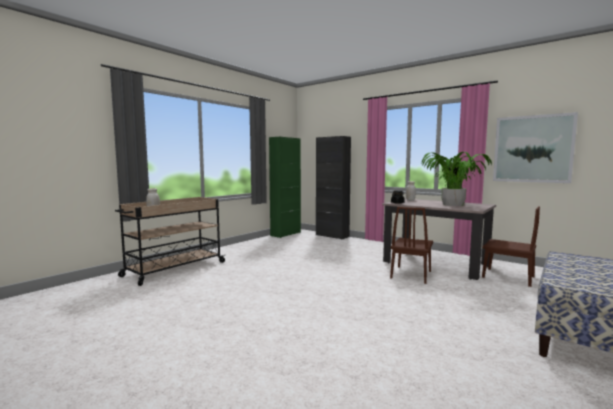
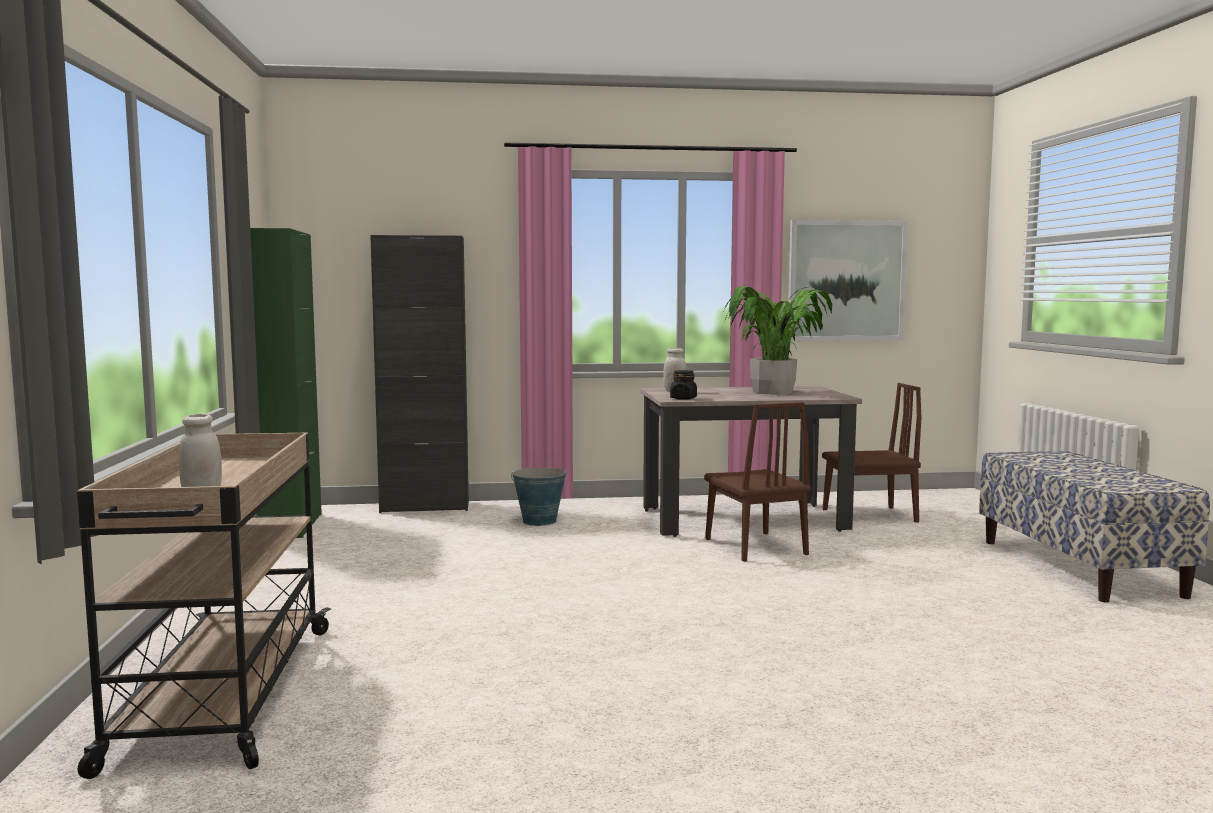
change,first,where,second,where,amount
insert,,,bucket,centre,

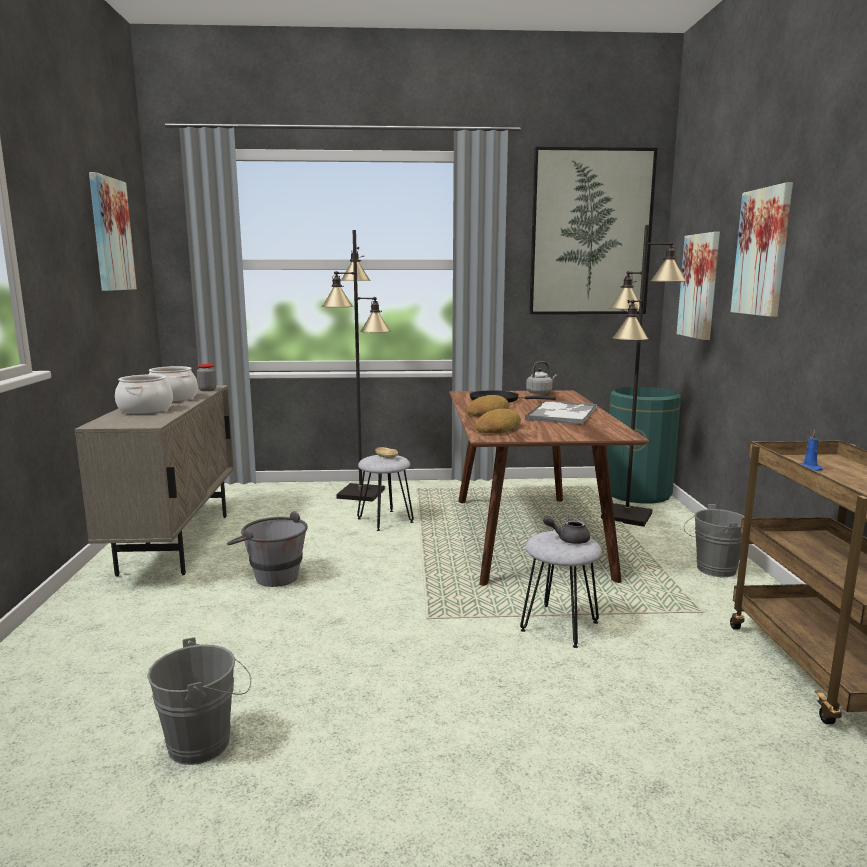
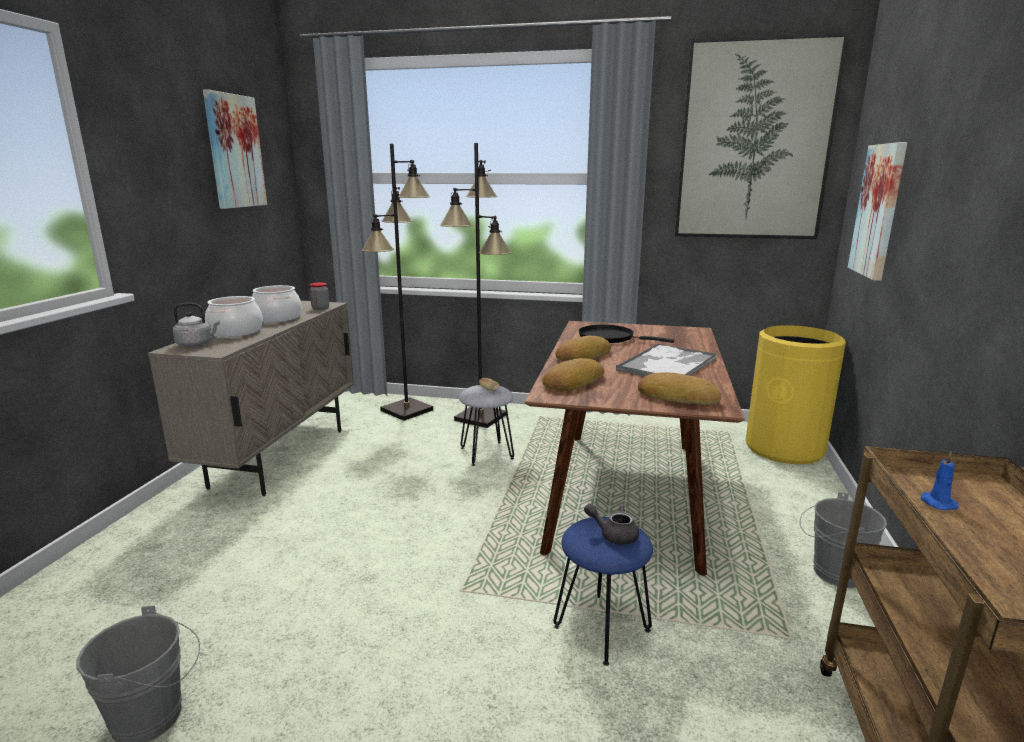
change,first,where,second,where,amount
move,gray tea kettle,centre,,middle left,
move,black-coloured standing lamp (2nd from left in the first image),middle right,black-coloured standing lamp (1st from left),centre,
recolor,gray stool (2nd from left),bottom centre,blue-coloured stool,bottom centre,
insert,,,baked bread (4th from left),centre,
recolor,greenish trash can,middle right,yellowish trash can,middle right,
delete,gray bucket (2nd from left),middle left,,,
delete,wall picture (4th from left),top right,,,

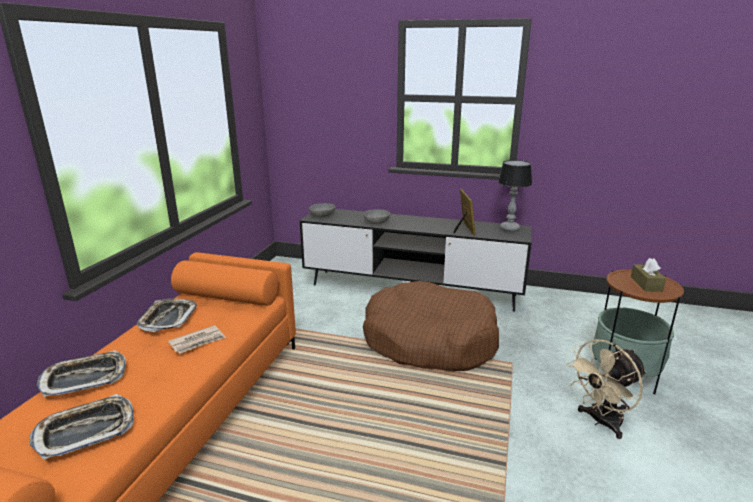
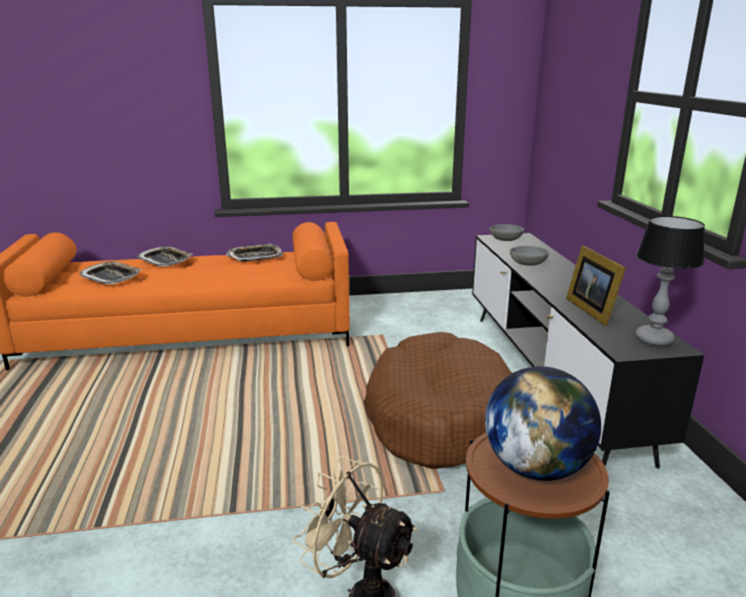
change,first,where,second,where,amount
replace,brown box of tissues,middle right,desk globe,bottom right,
rotate,picture frame,centre,,middle right,105 degrees clockwise
delete,printed paper,bottom left,,,

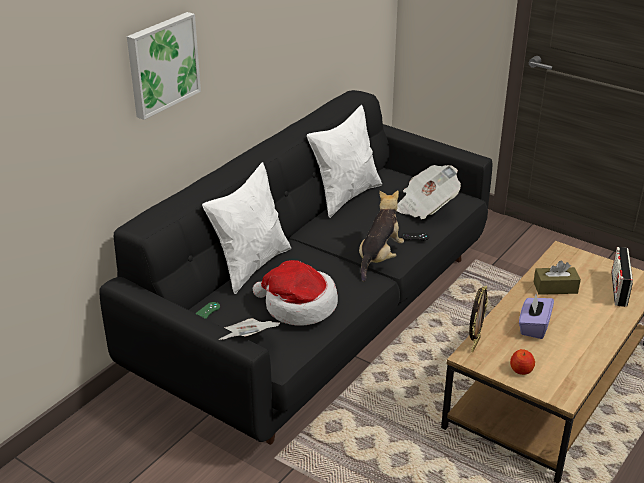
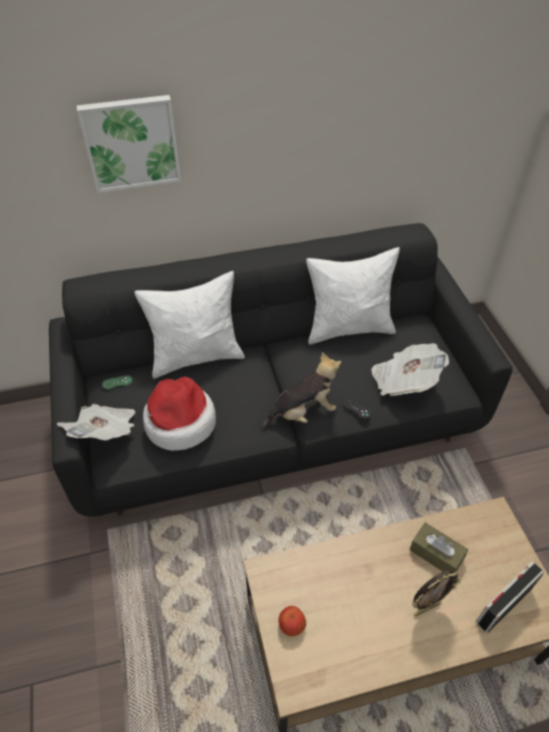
change,first,where,second,where,amount
move,picture frame,middle right,,bottom right,
delete,purplish box of tissues,middle right,,,

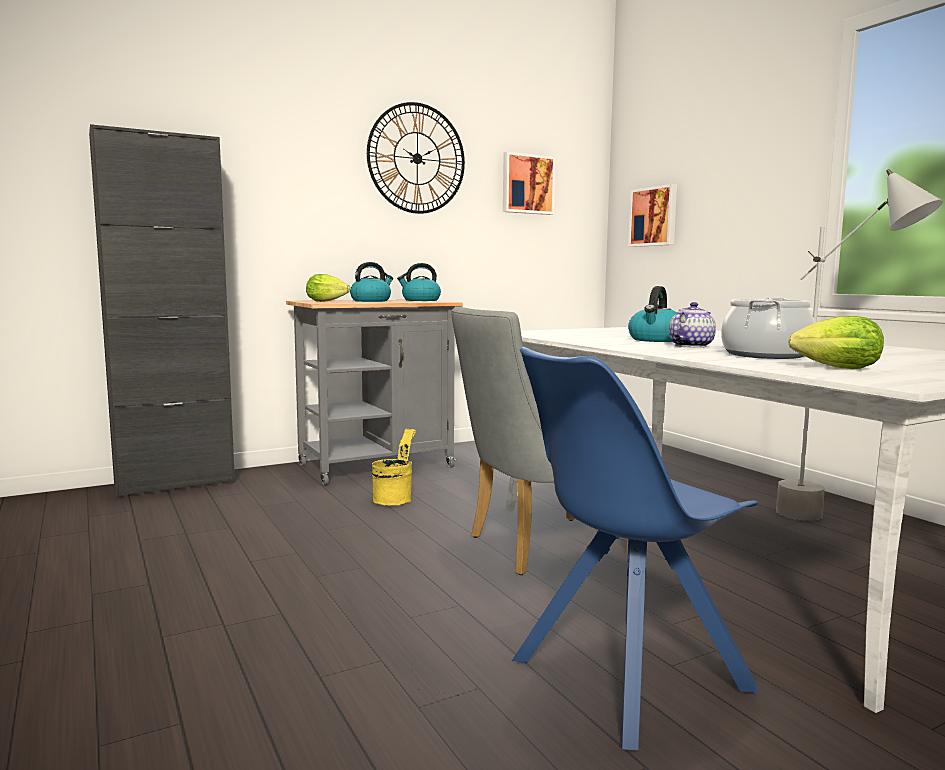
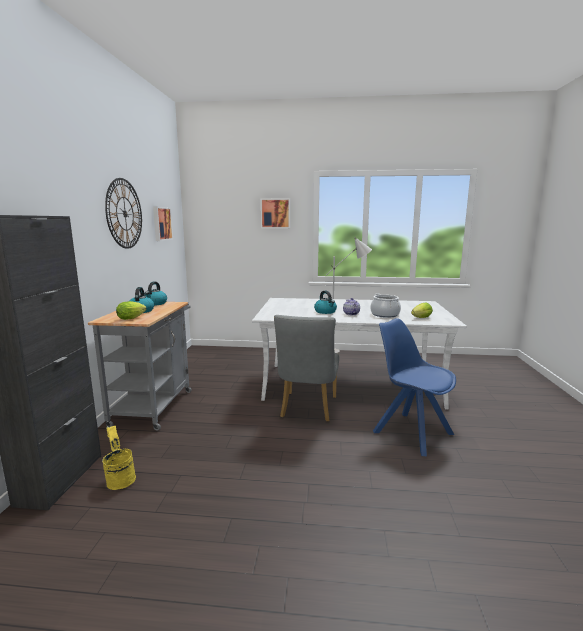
change,first,where,second,where,amount
move,yellowish bucket,centre,,bottom left,
move,wall picture (2nd from left),top right,,centre,
rotate,blue-coloured chair,bottom right,,middle right,135 degrees clockwise

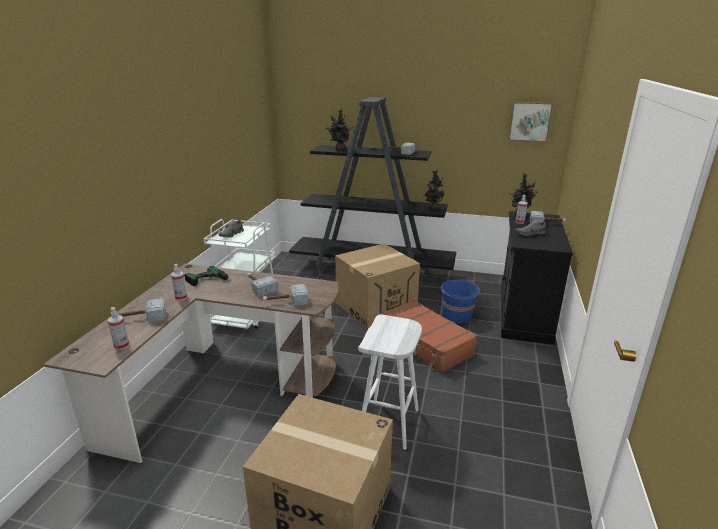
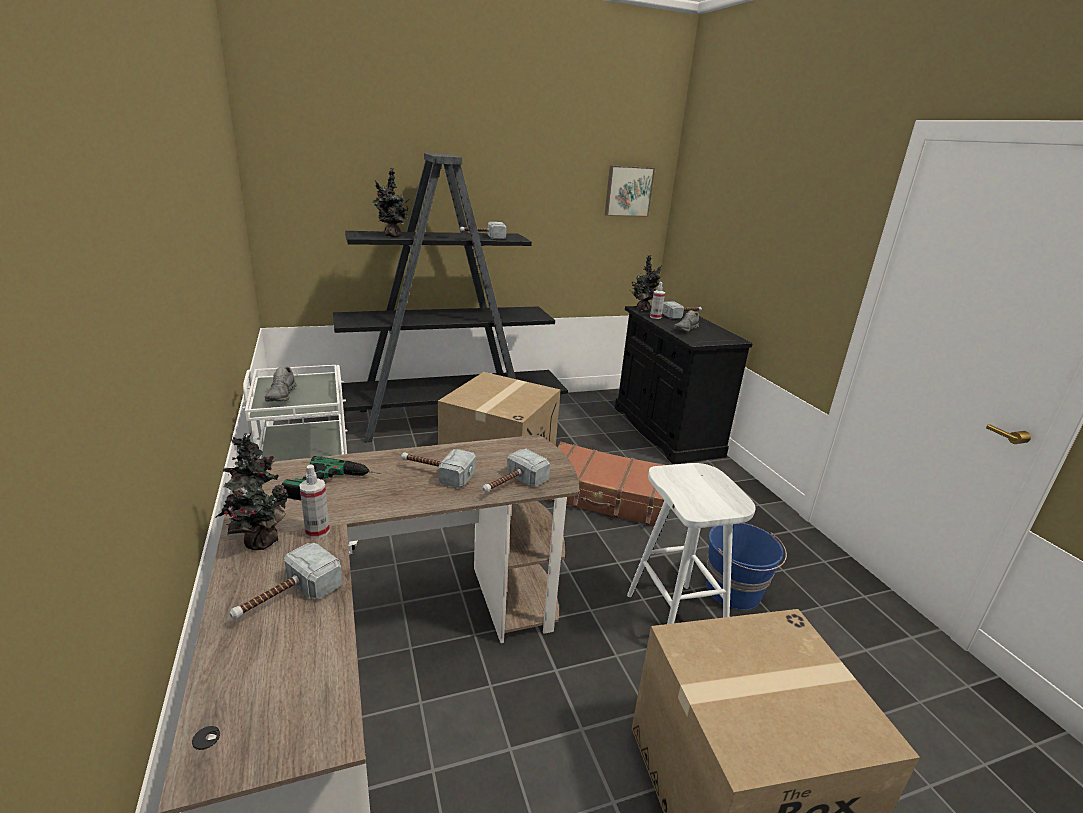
change,first,where,second,where,amount
move,potted plant (2nd from left in the first image),centre,potted plant (1st from left),middle left,
move,blue-coloured bucket,centre,,bottom right,
delete,hand sprayer (1st from left),middle left,,,

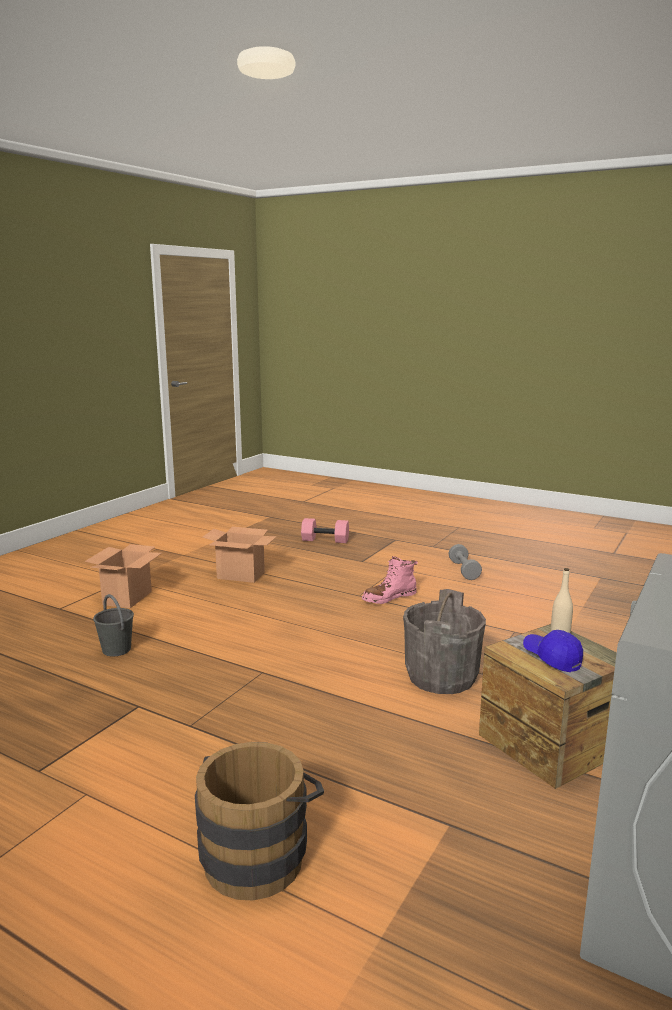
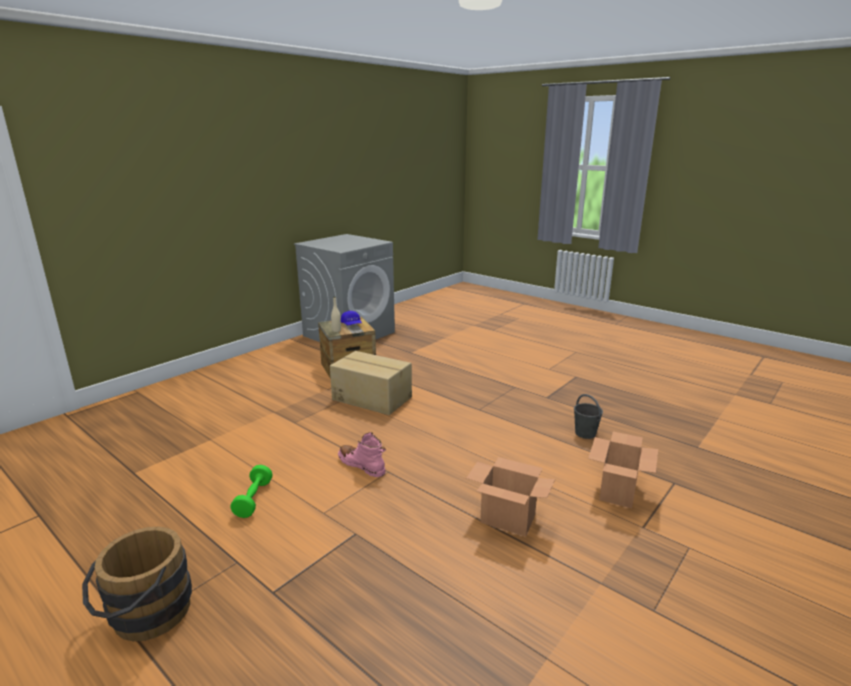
change,first,where,second,where,amount
move,brown bucket,bottom centre,,bottom left,
recolor,gray dumbbell,middle right,greenish dumbbell,bottom left,
replace,gray bucket (2nd from left),centre,carton (1st from left),centre,
rotate,pinkish tall boot,centre,,centre,120 degrees counterclockwise
delete,pinkish dumbbell,centre,,,

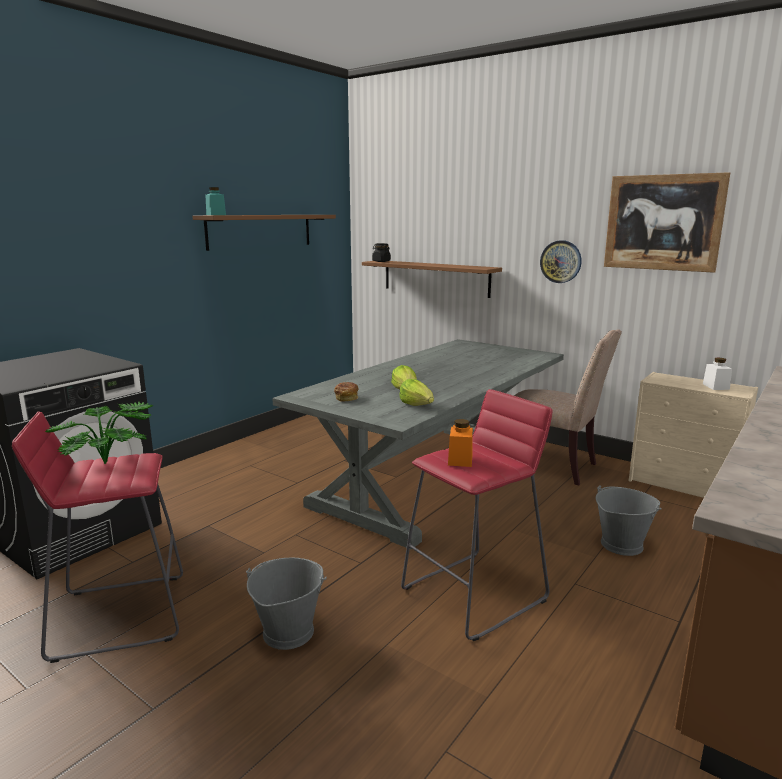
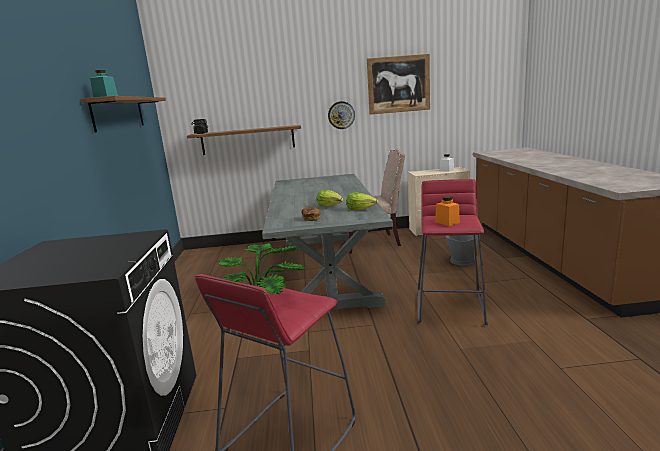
change,first,where,second,where,amount
delete,gray bucket (1st from left),bottom centre,,,

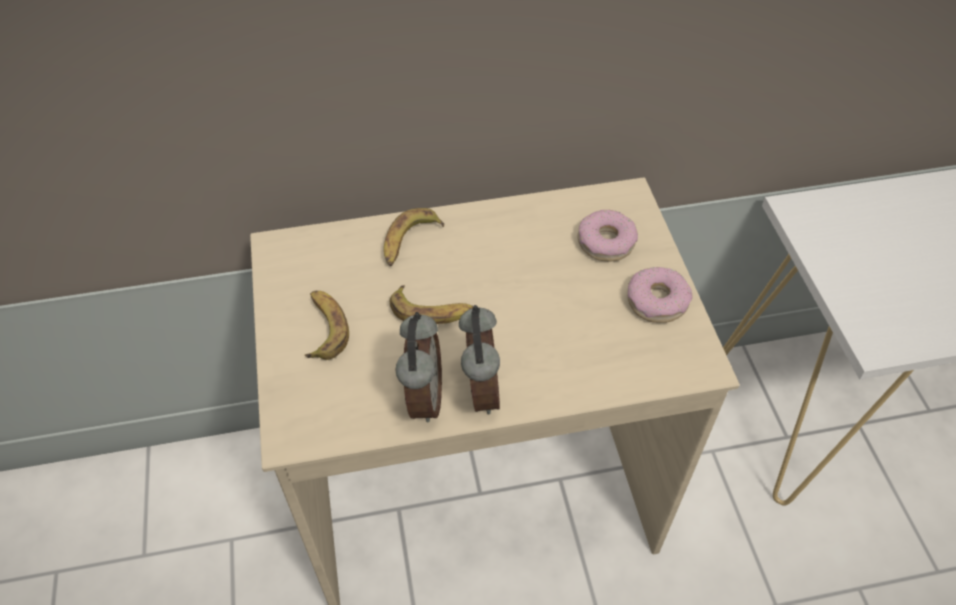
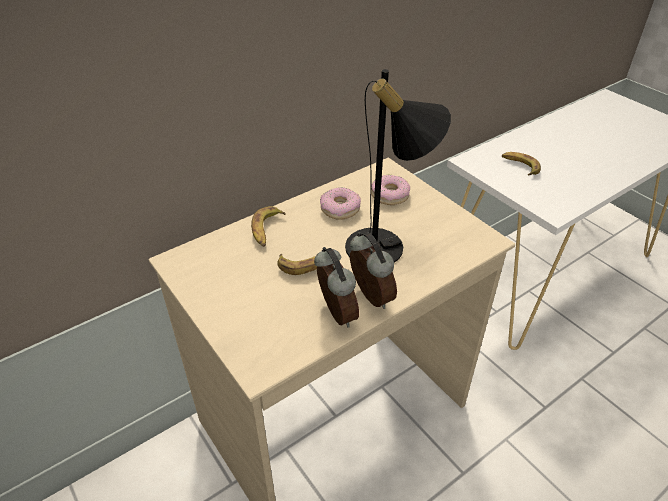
change,first,where,second,where,amount
move,ring doughnut (2nd from left in the first image),middle right,ring doughnut (1st from left),centre,
insert,,,black-coloured lamp for a table,top centre,
move,banana fruit (1st from left in the first image),centre,banana fruit (3rd from left),top right,

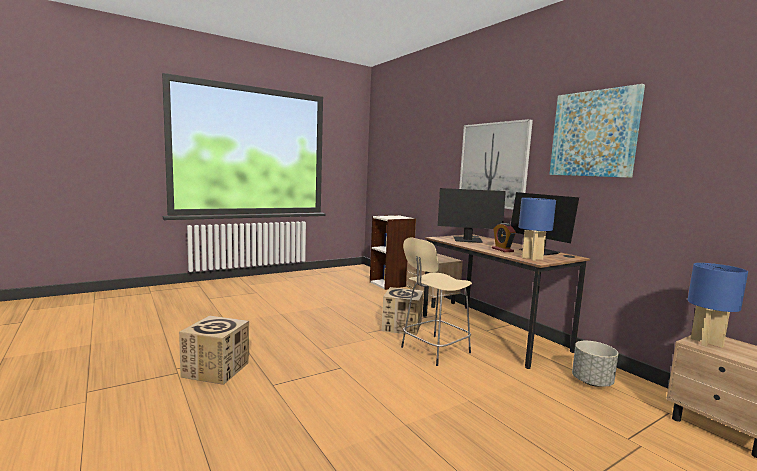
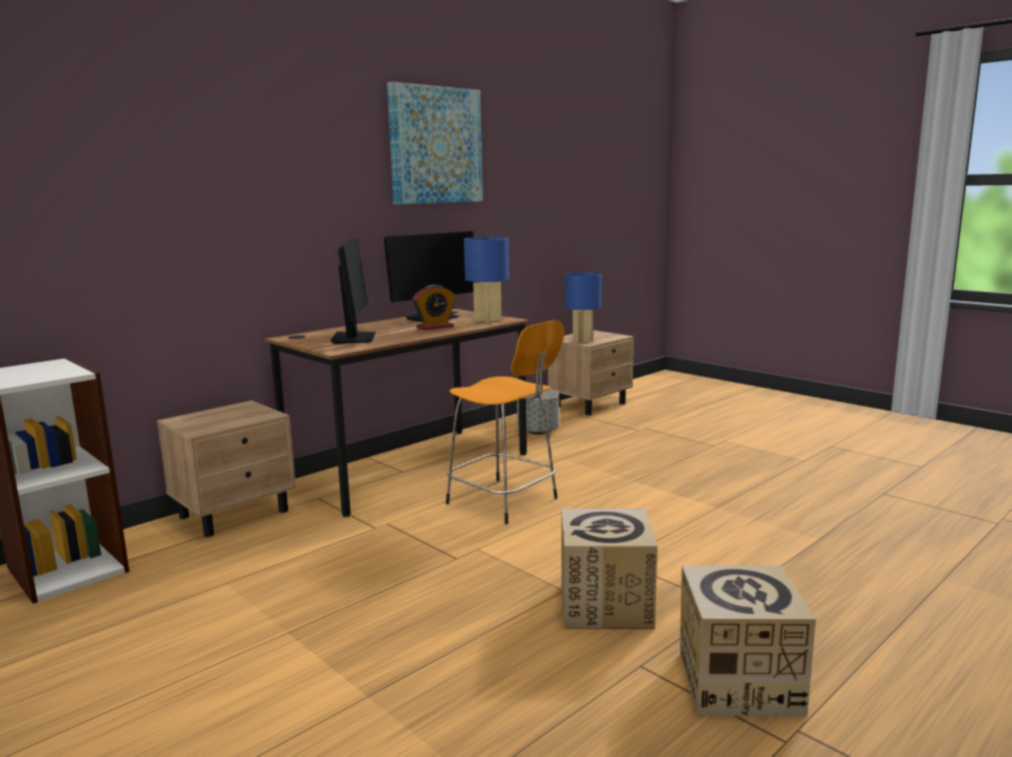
change,first,where,second,where,amount
recolor,beige stool,centre,orangey stool,centre,
move,carton (2nd from left in the first image),centre,carton (1st from left),bottom centre,
delete,wall picture (1st from left),centre,,,

